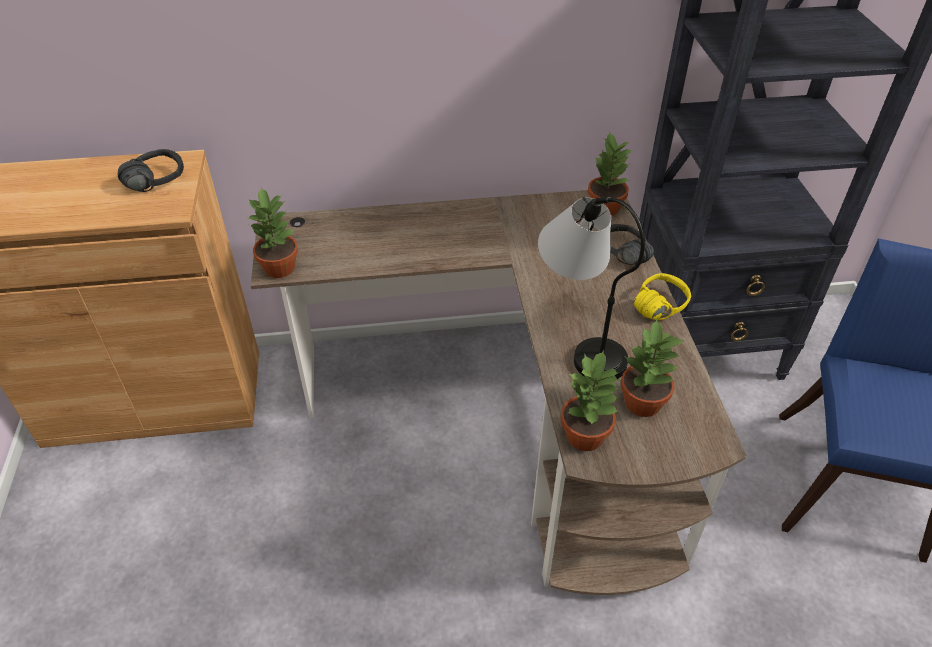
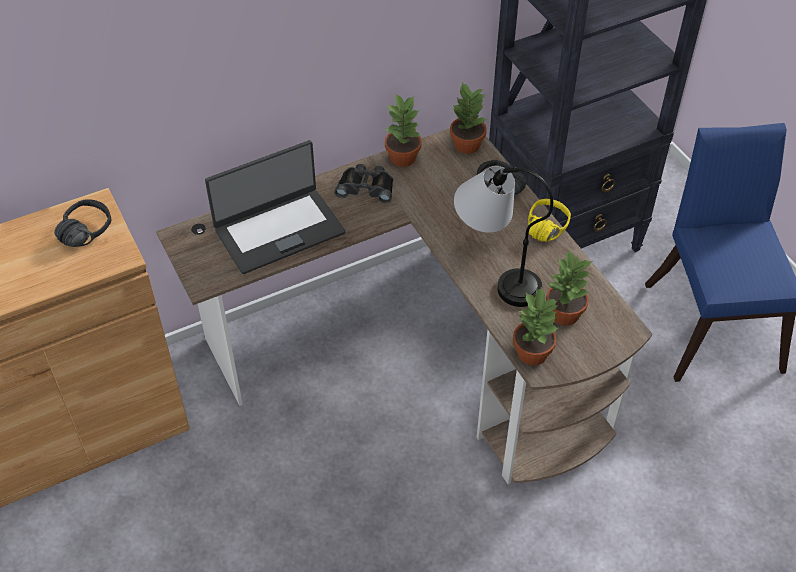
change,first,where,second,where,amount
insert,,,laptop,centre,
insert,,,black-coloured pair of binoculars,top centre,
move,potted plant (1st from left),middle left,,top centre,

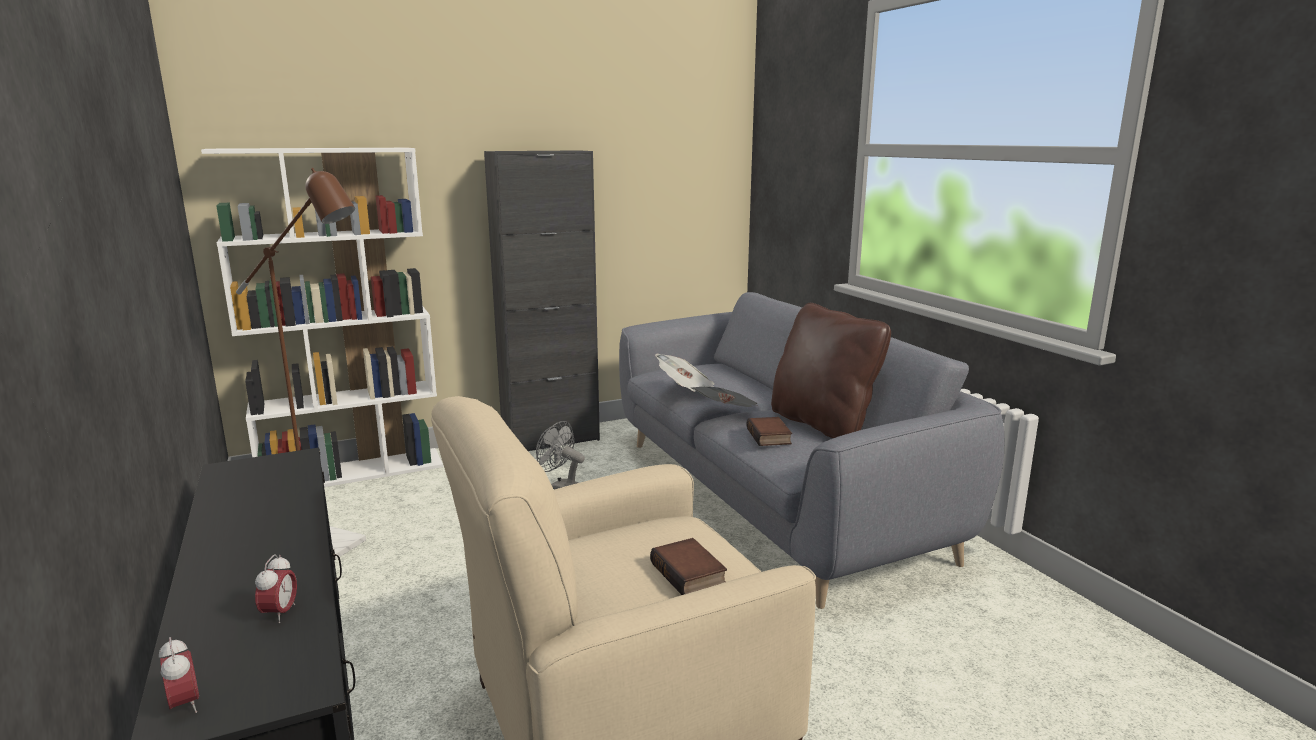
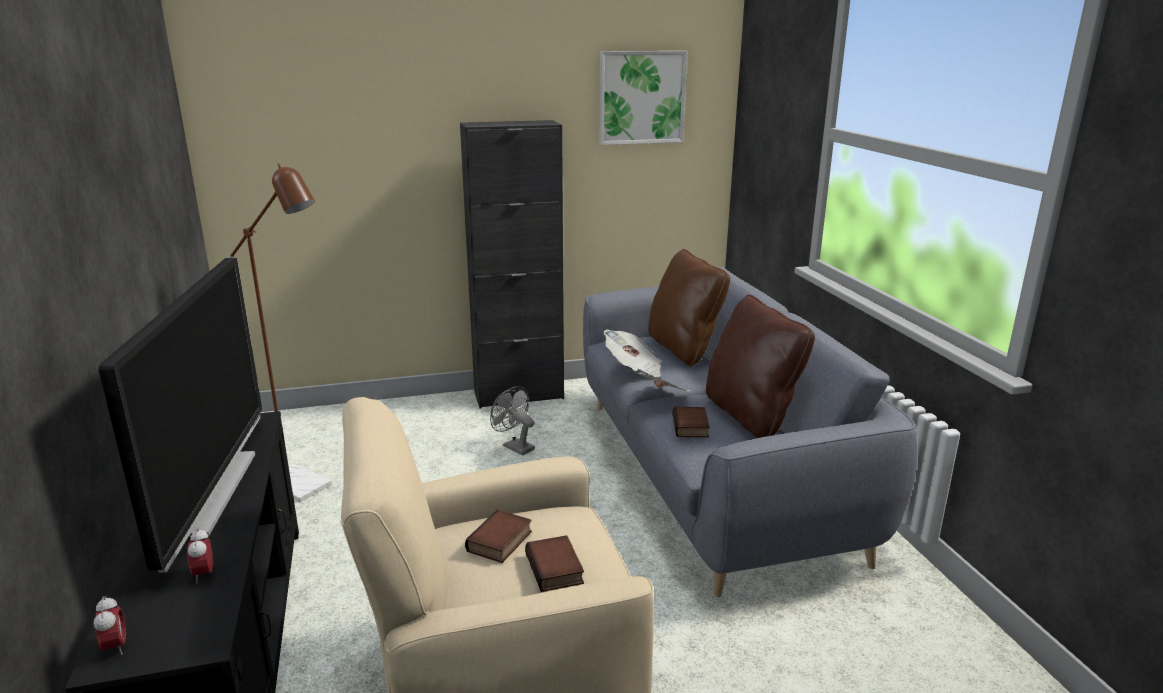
change,first,where,second,where,amount
insert,,,TV set,middle left,
rotate,bedside clock (2nd from left),bottom left,,bottom left,150 degrees clockwise
insert,,,book (1st from left),bottom centre,
insert,,,wall picture,top centre,
insert,,,brown throw pillow (1st from left),centre,
delete,whitish bookcase,middle left,,,

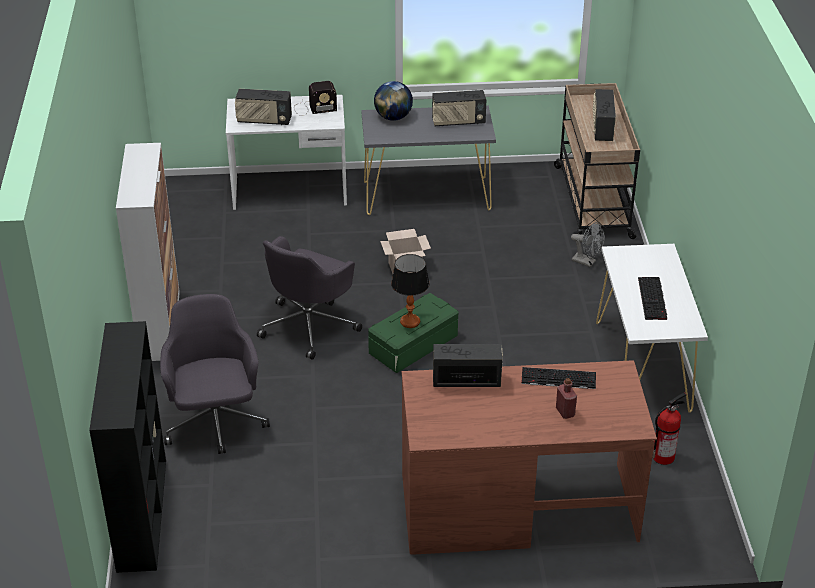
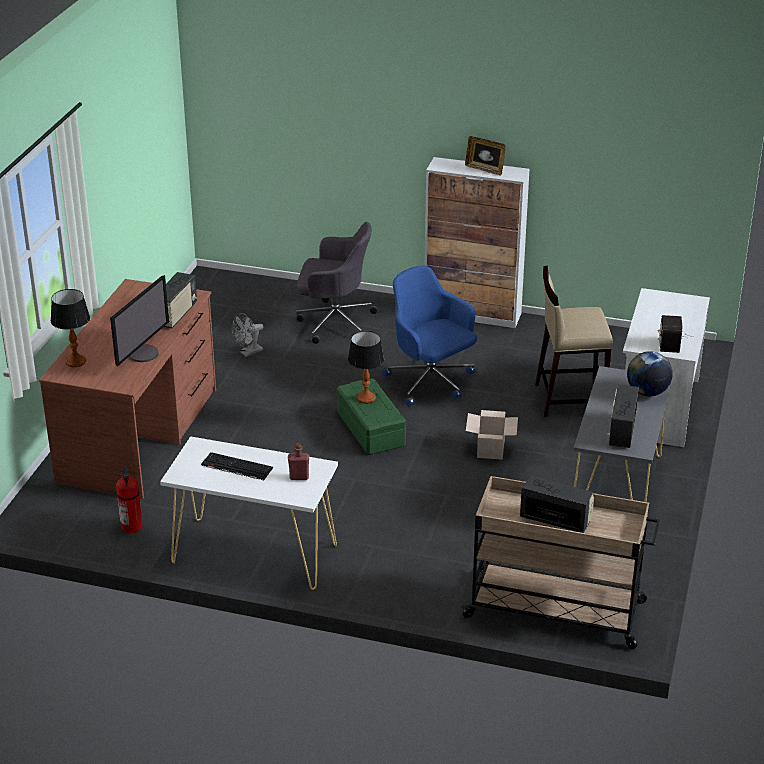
change,first,where,second,where,amount
insert,,,lamp for a table (1st from left),middle left,
replace,keyboard (1st from left),middle right,computer display,middle left,
move,gray fan,middle right,,middle left,
move,red-coloured beverage bottle,bottom right,,centre,
recolor,gray computer chair (2nd from left),centre,blue-coloured computer chair,centre,
insert,,,picture frame,top centre,
insert,,,beige stool,middle right,
delete,black-coloured bookcase,bottom left,,,
delete,radio set (1st from left),top left,,,

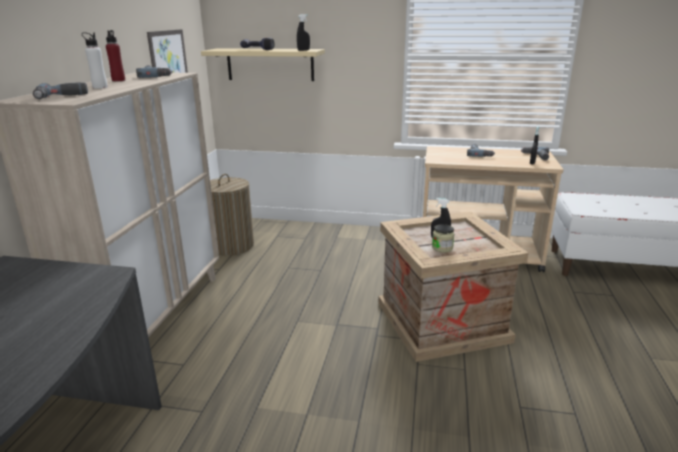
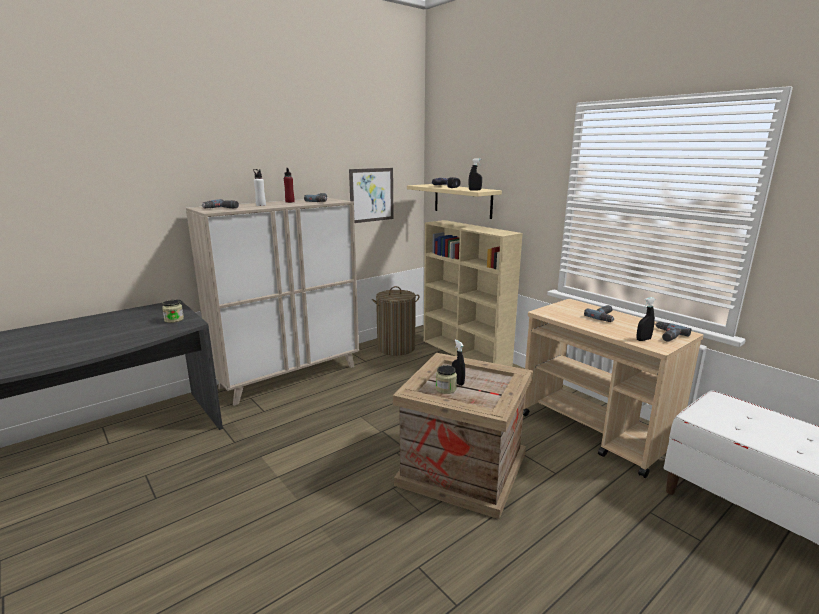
change,first,where,second,where,amount
insert,,,jar (1st from left),middle left,
insert,,,beige bookcase,centre,

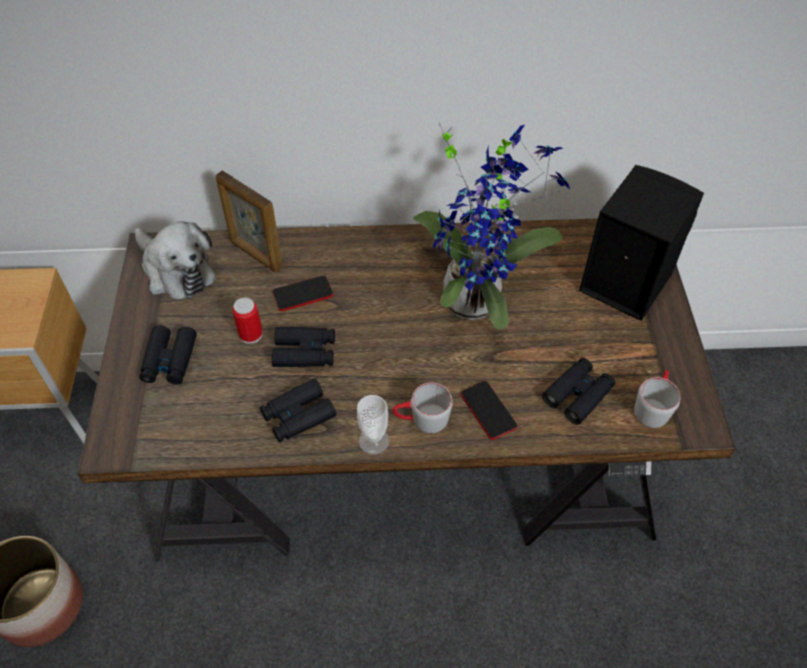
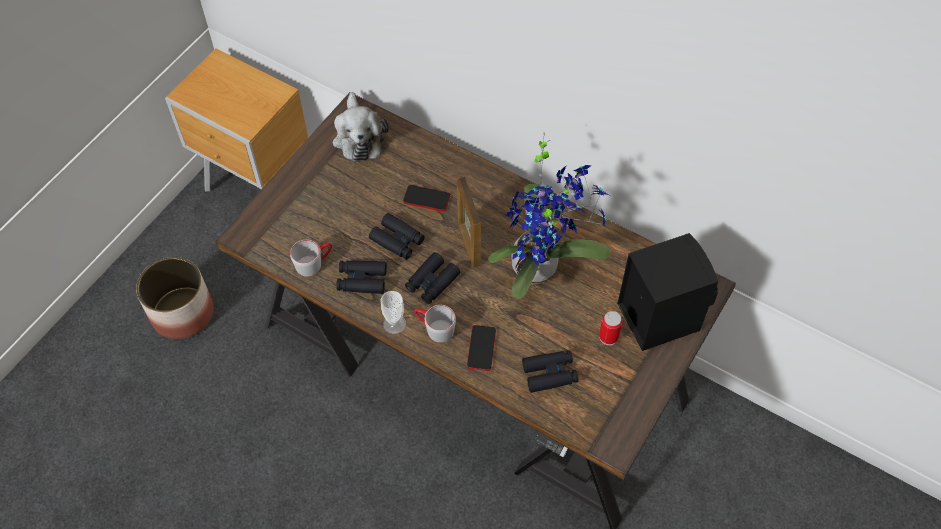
change,first,where,second,where,amount
move,gray tea mug (2nd from left in the first image),middle right,gray tea mug (1st from left),middle left,
move,black-coloured pair of binoculars (1st from left in the first image),middle left,black-coloured pair of binoculars (3rd from left),centre,
move,picture frame,top left,,centre,
move,sealed can,middle left,,centre,

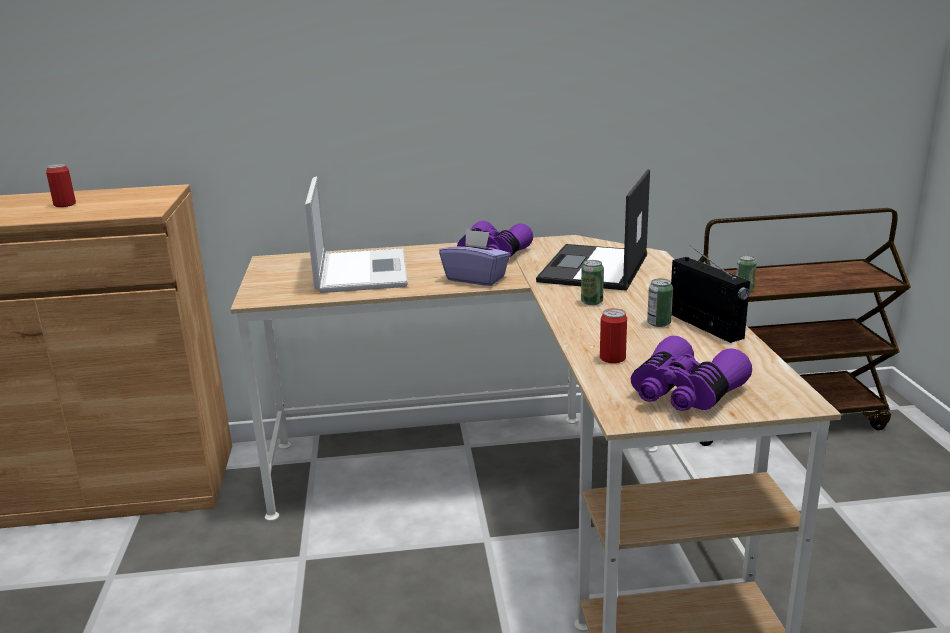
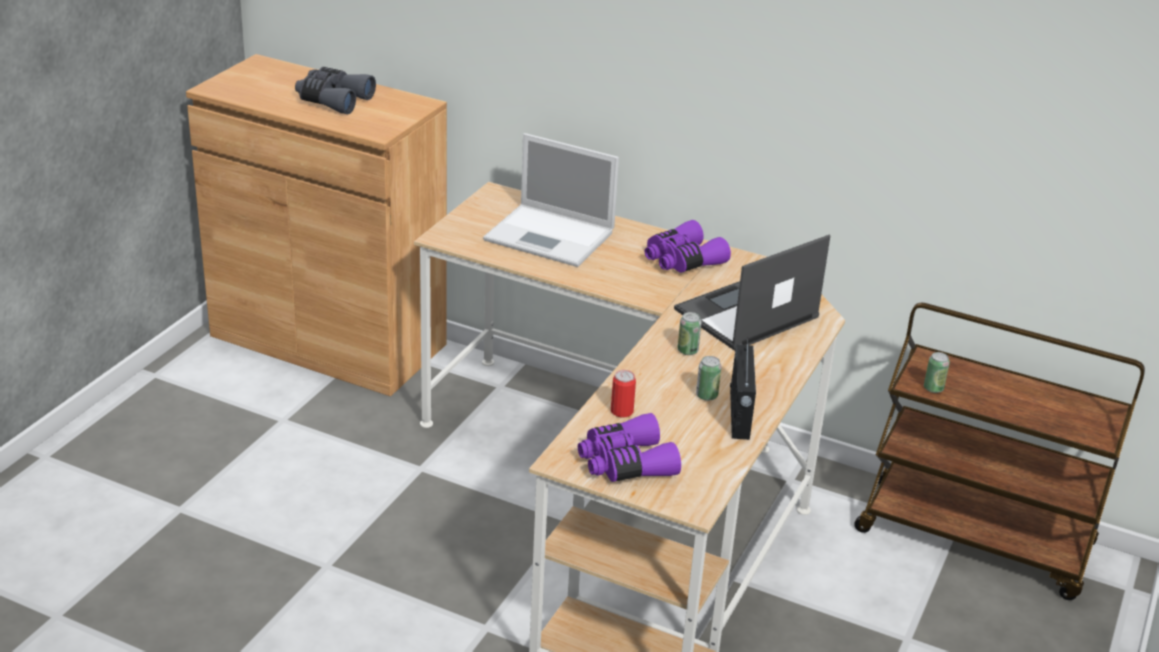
change,first,where,second,where,amount
replace,sealed can (1st from left),top left,gray pair of binoculars,top left,
rotate,laptop (1st from left),centre,,top centre,90 degrees clockwise
delete,purplish box of tissues,centre,,,

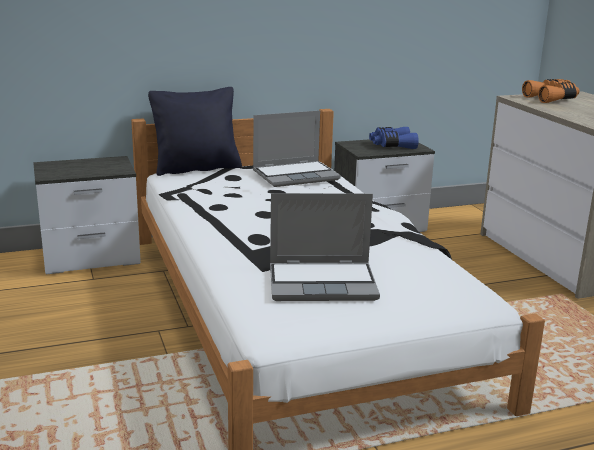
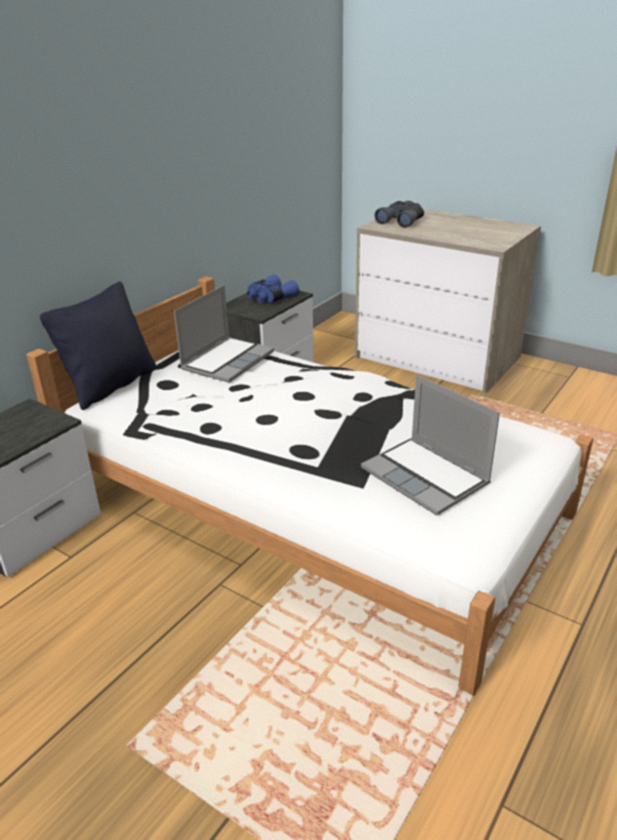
change,first,where,second,where,amount
rotate,laptop (2nd from left),centre,,middle right,90 degrees clockwise
recolor,orangey pair of binoculars,top right,gray pair of binoculars,top centre,

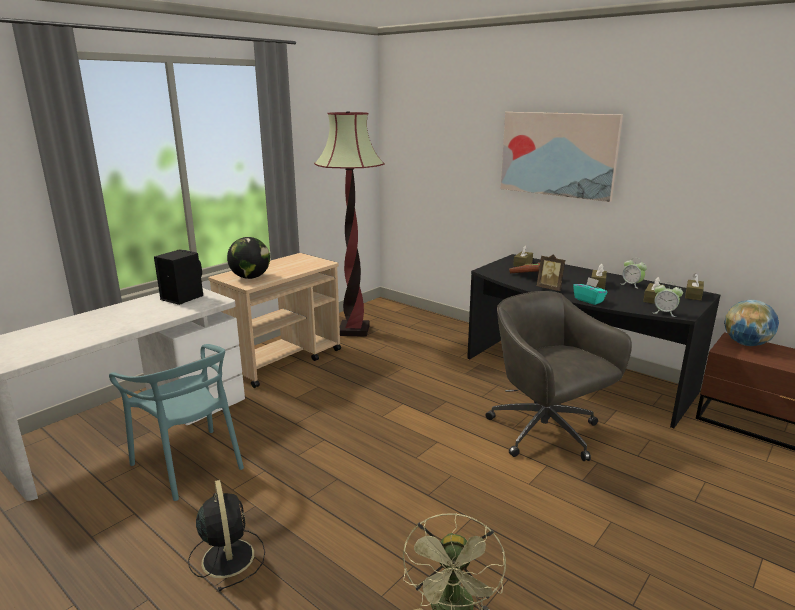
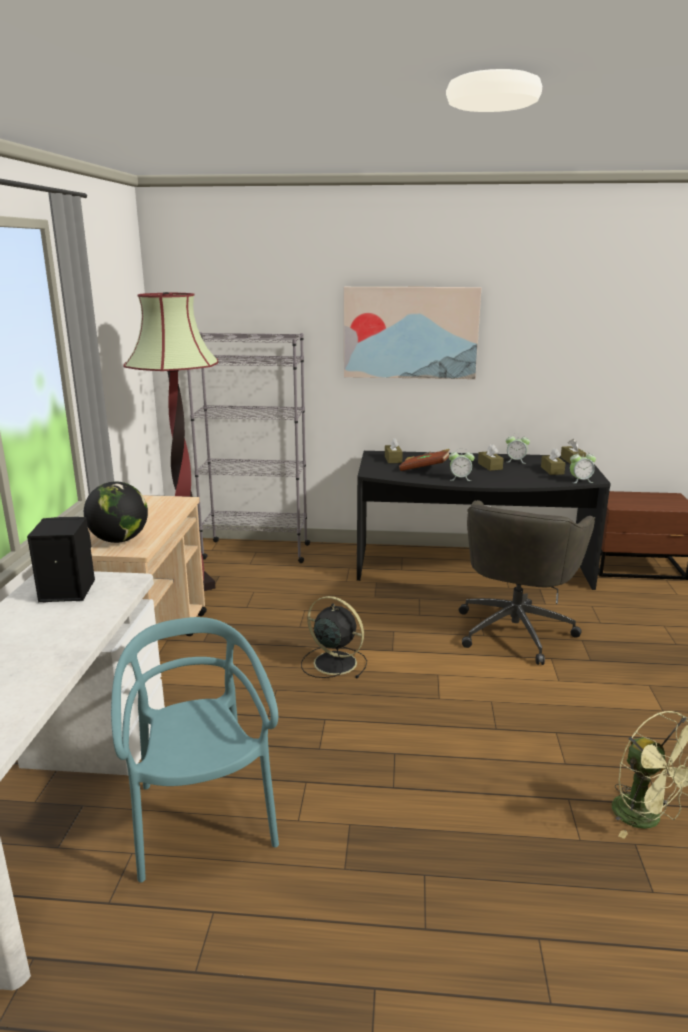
change,first,where,second,where,amount
rotate,blue-green chair,bottom left,,bottom left,120 degrees counterclockwise
insert,,,gray bookcase,centre,
move,black-coloured fan,bottom left,,centre,
replace,picture frame,middle right,bedside clock (1st from left),middle right,
rotate,gray computer chair,middle right,,middle right,90 degrees counterclockwise
delete,blue-green box of tissues,middle right,,,
delete,desk globe (2nd from left),middle right,,,

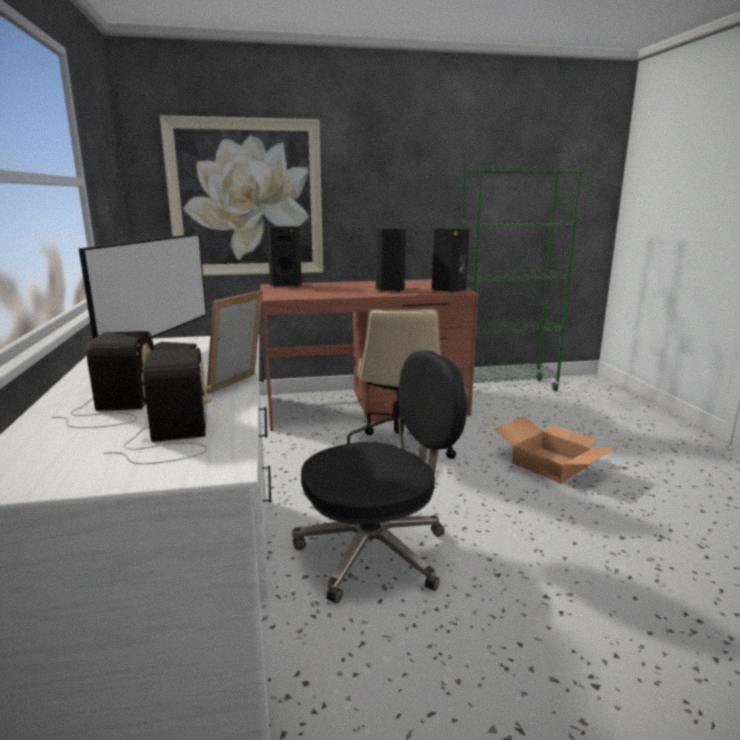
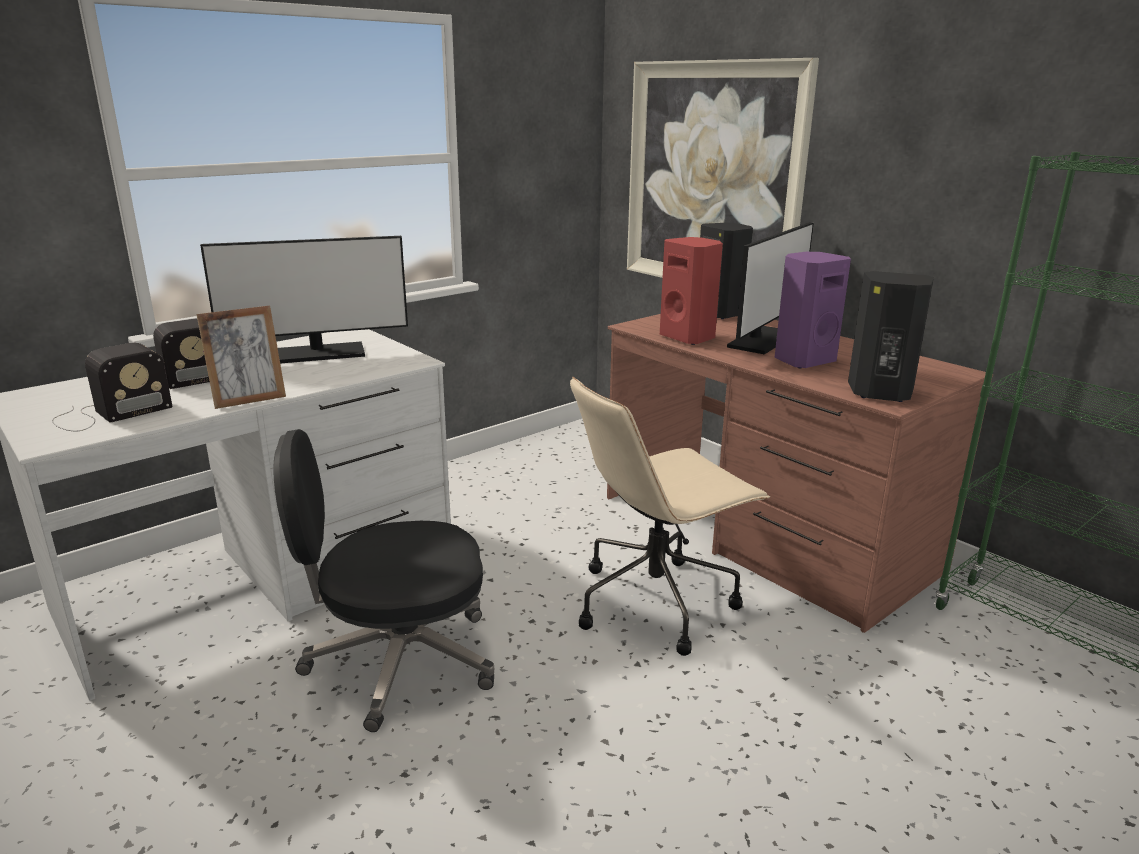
change,first,where,second,where,amount
rotate,picture frame,middle left,,middle left,150 degrees clockwise
rotate,black-coloured computer chair,centre,,bottom centre,135 degrees clockwise
insert,,,red-coloured loudspeaker,centre,
insert,,,computer display (2nd from left),middle right,
recolor,black-coloured loudspeaker (2nd from left),centre,purplish loudspeaker,middle right,
delete,carton,middle right,,,

